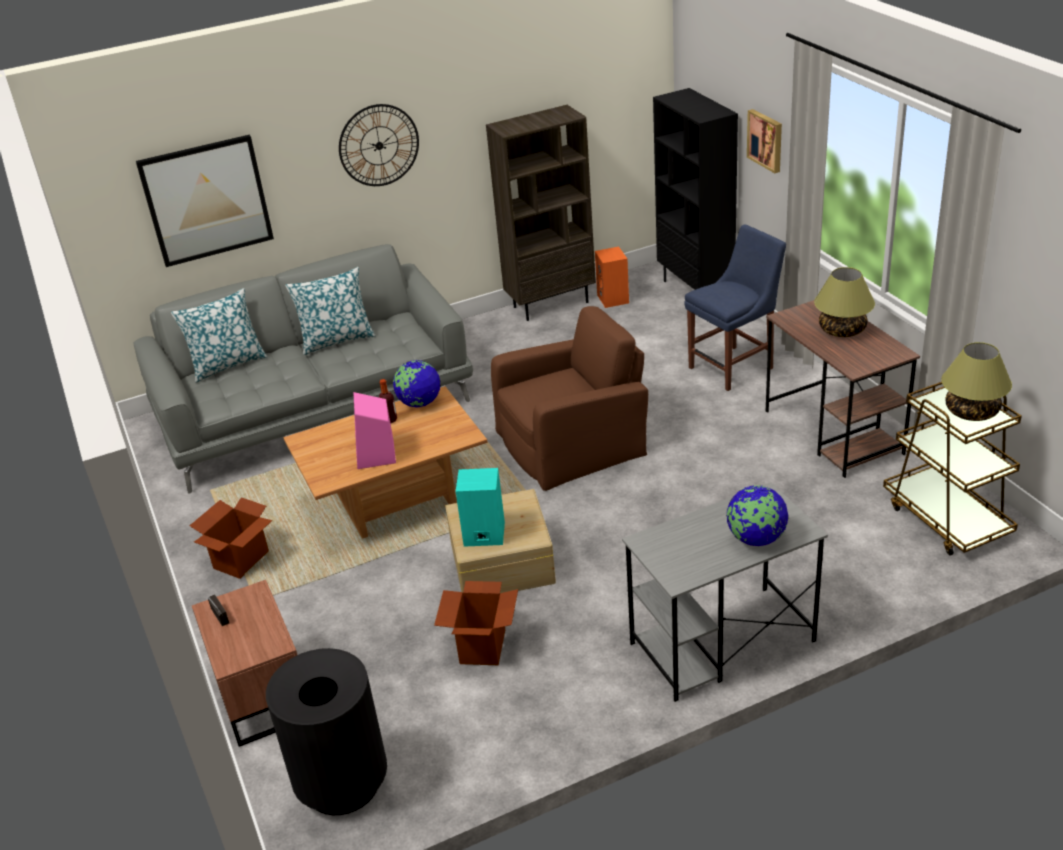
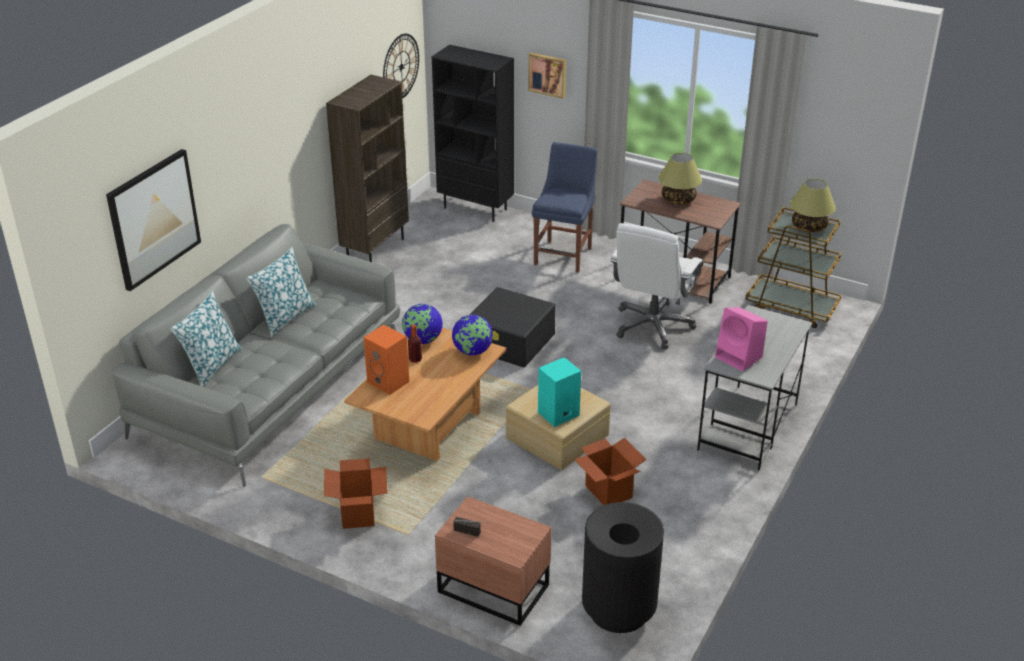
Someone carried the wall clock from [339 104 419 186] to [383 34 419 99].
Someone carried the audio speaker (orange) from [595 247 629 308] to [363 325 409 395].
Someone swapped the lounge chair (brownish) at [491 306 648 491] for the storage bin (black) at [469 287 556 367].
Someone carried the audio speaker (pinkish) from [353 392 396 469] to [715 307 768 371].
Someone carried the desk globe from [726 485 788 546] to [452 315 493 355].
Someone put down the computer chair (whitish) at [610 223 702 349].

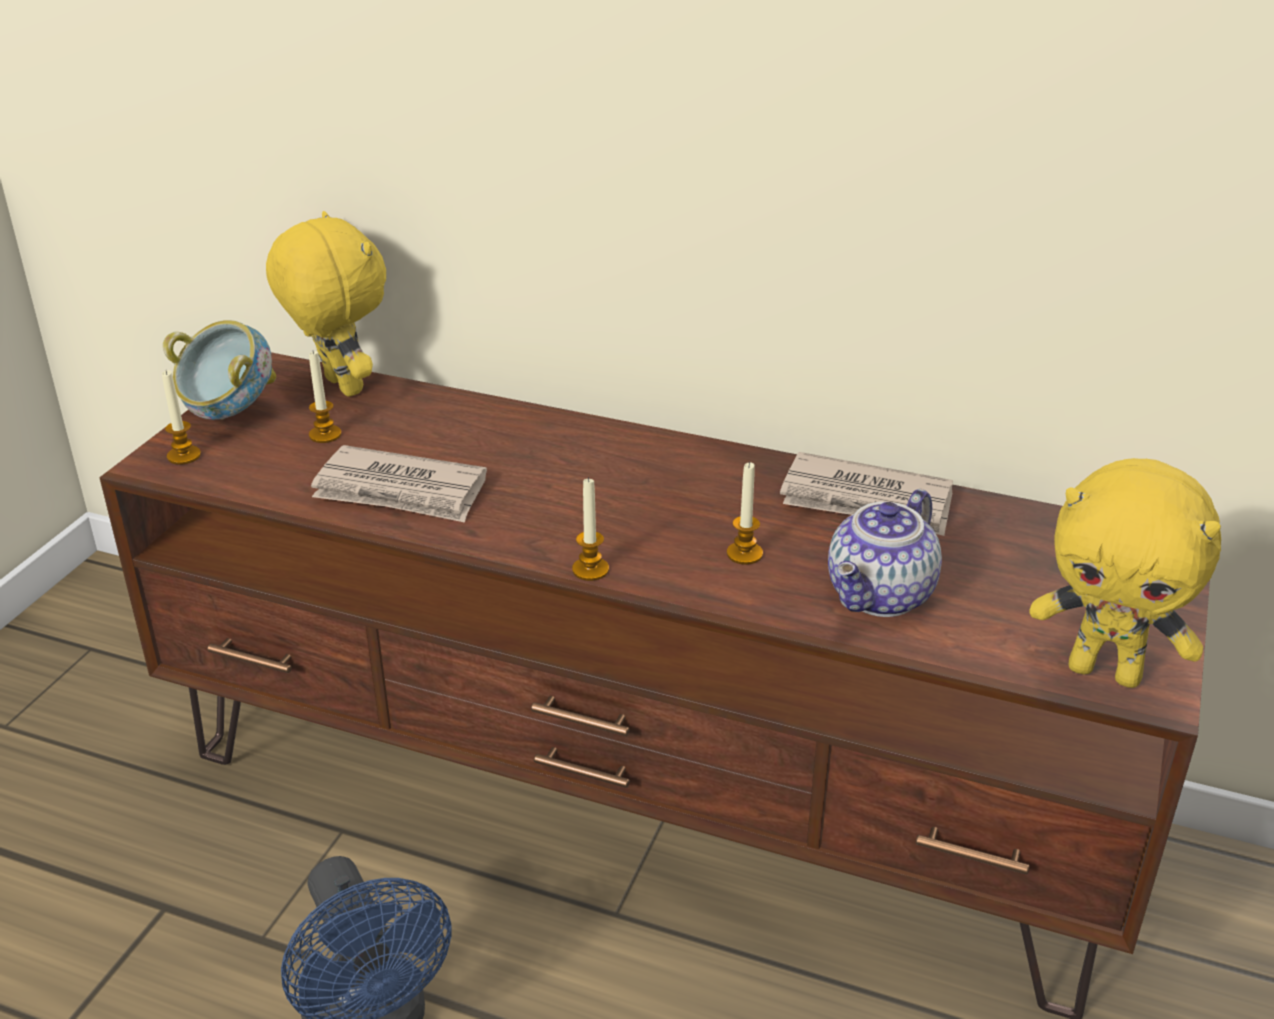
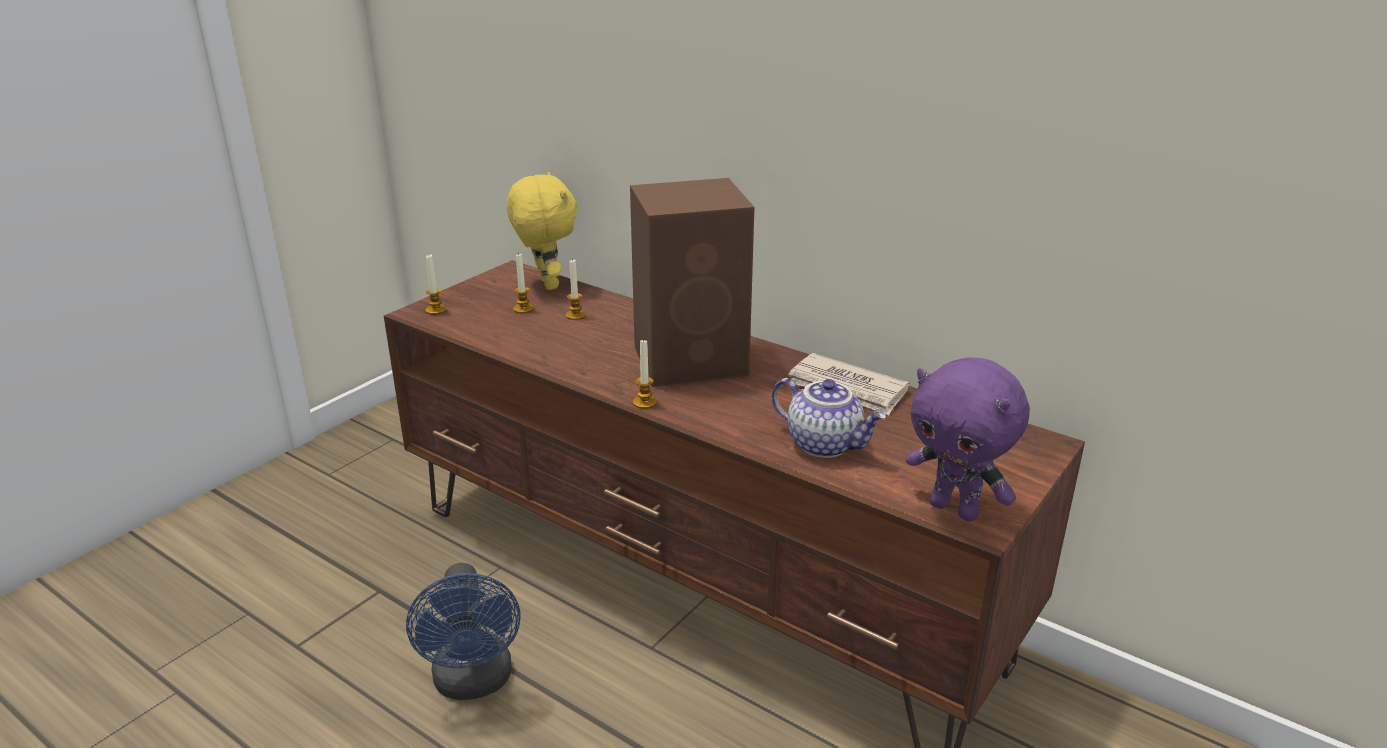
Someone took away the serving bowl at [163 320 276 420].
Someone took away the daily paper at [311 445 487 523].
Someone repainted the cuddly toy (yellowish) at [1029 458 1221 688], which became the cuddly toy (purplish) at [906 357 1030 522].
Someone carried the candle from [727 462 763 565] to [566 258 586 320].
Someone rotated the pot for tea at [828 489 942 617] by 105 degrees counterclockwise.
Someone put down the audio speaker (brownish) at [630 178 754 387].

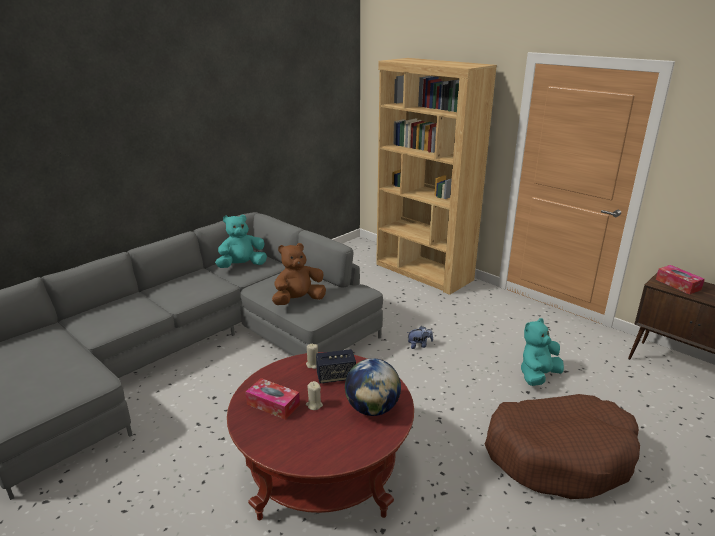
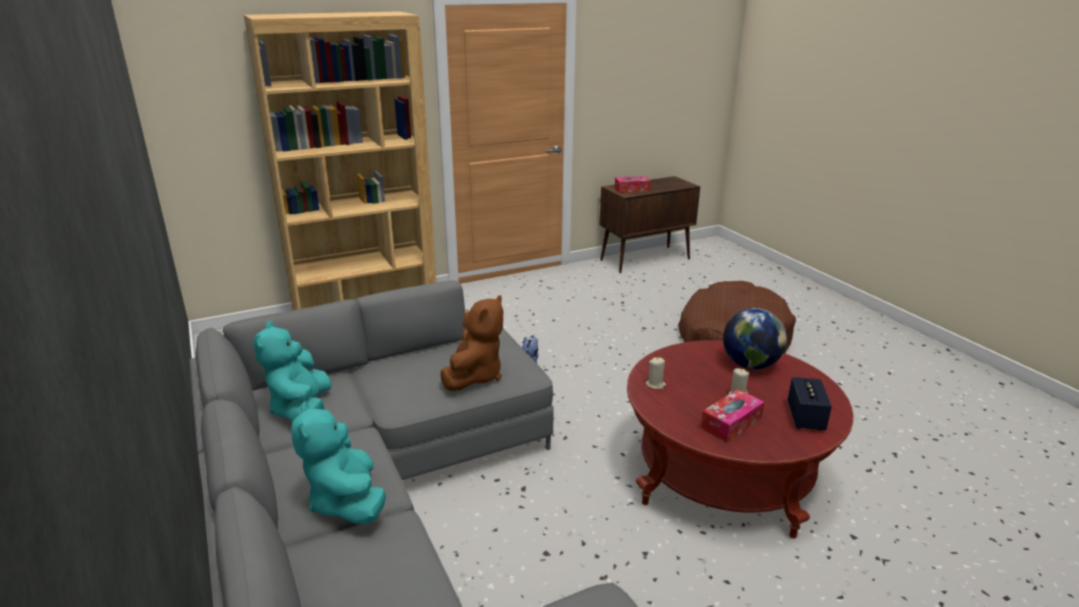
Someone rotated the cuddly toy (brownish) at [272 243 326 305] by 150 degrees counterclockwise.
Someone carried the cuddly toy (blue-green) from [521 318 564 386] to [291 402 386 524].
Someone carried the audio speaker from [316 349 356 384] to [787 377 832 431].

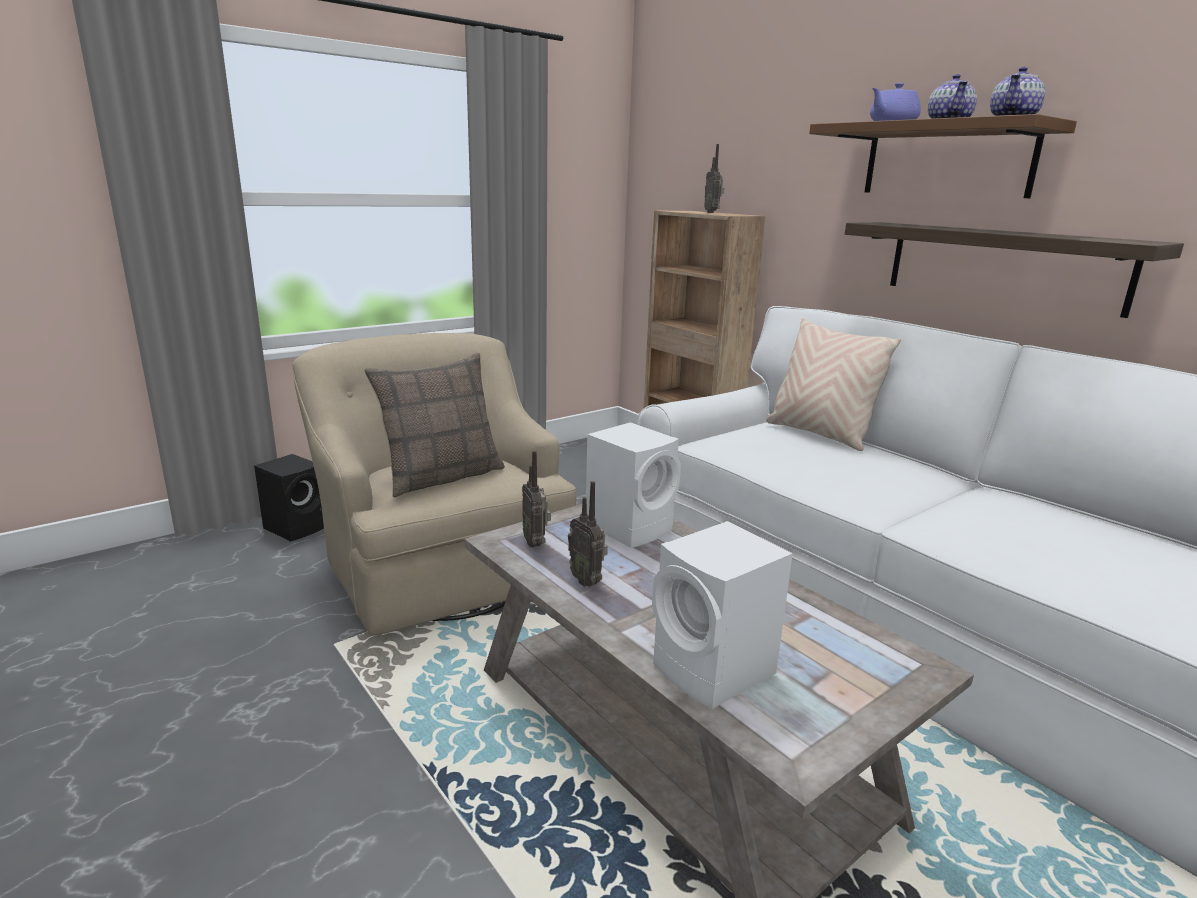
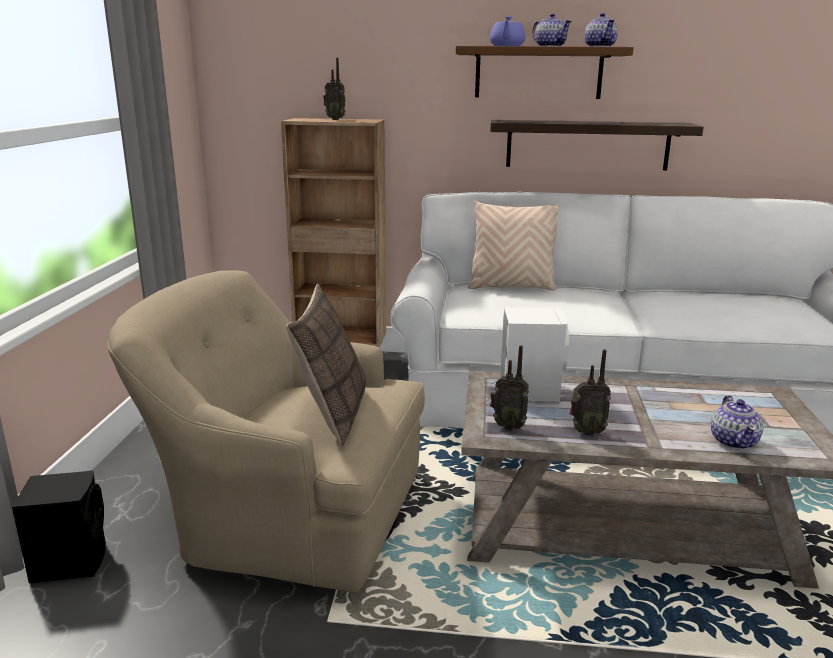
Someone swapped the audio speaker (whitish) at [652 521 793 709] for the pot for tea at [711 395 764 450].

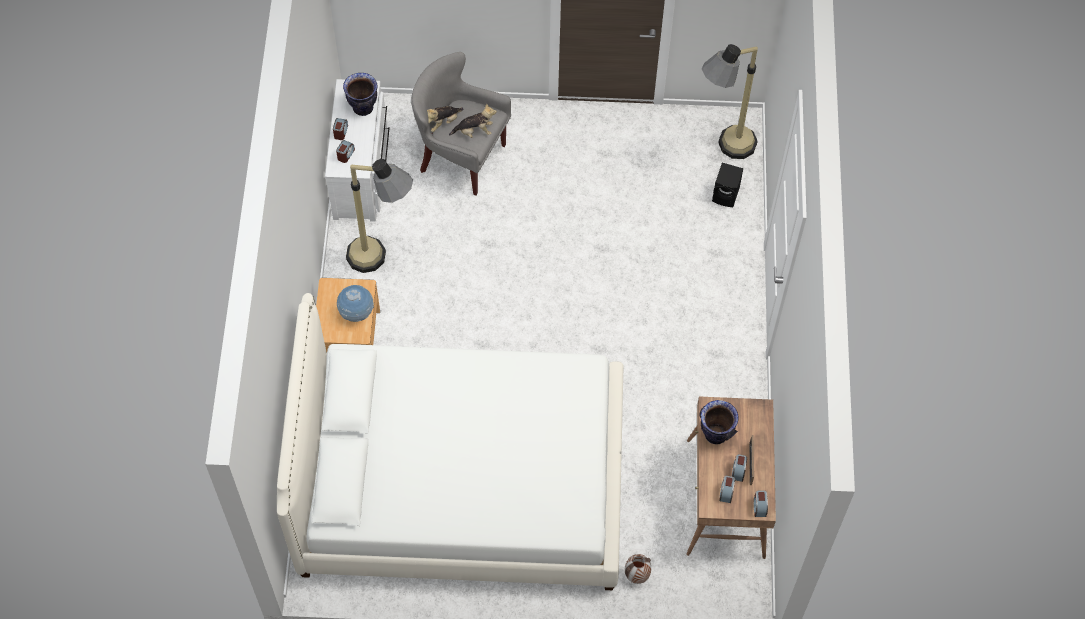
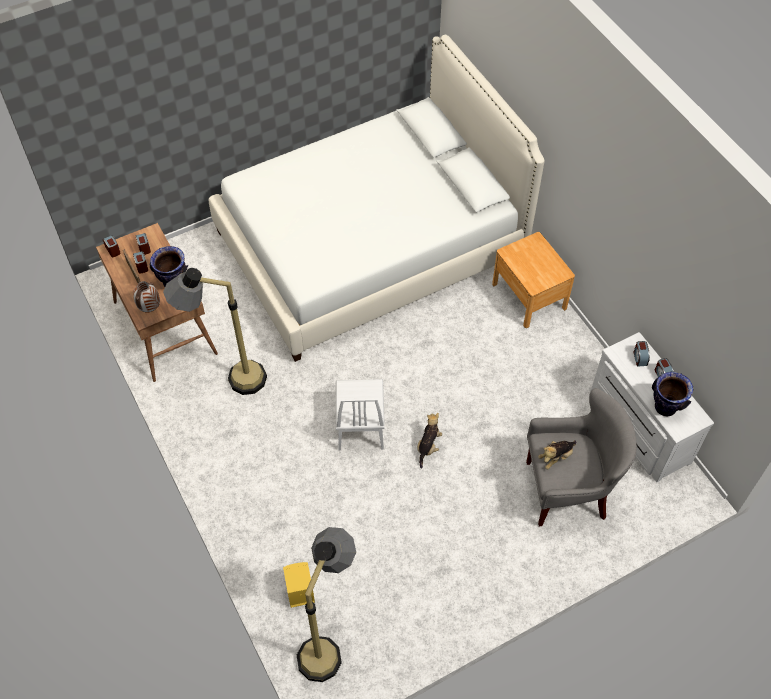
Someone carried the cuddly toy from [427 106 463 132] to [417 413 442 468].
Someone carried the standard lamp from [346 159 413 273] to [163 268 267 395].
Someone repainted the audio speaker (black) at [712 163 743 207], which became the audio speaker (yellowish) at [283 562 315 608].
Someone took away the desk globe at [337 285 374 322].
Someone carried the vase from [625 554 651 584] to [133 281 160 312].
Someone put down the upright chair (whitish) at [336 379 385 451].

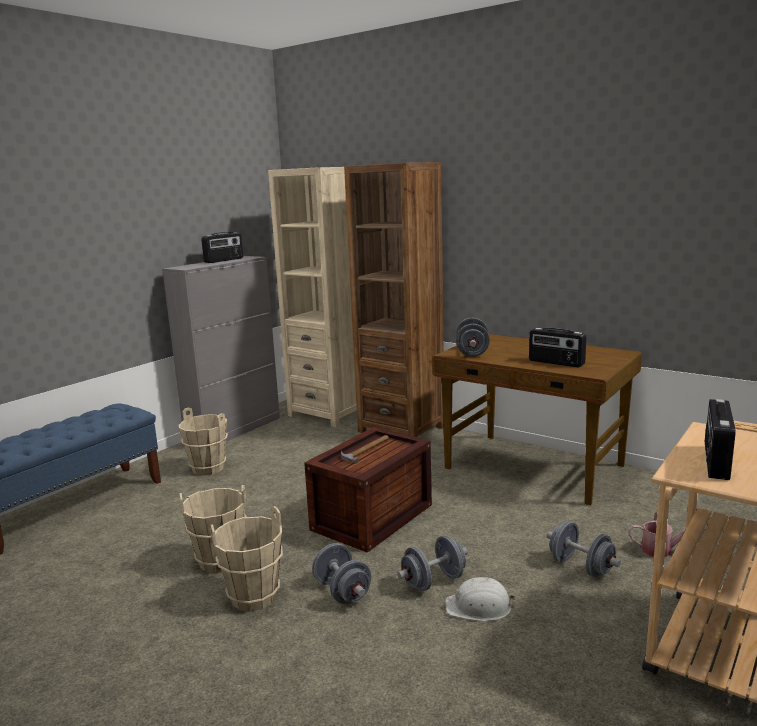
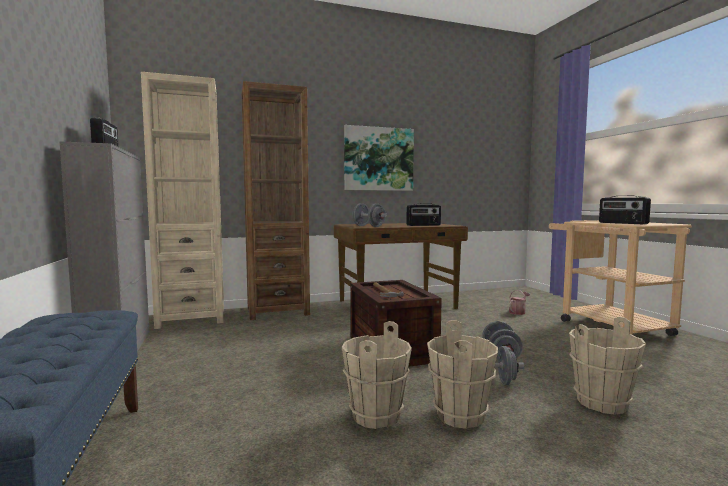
Someone carried the bucket (beige) from [178 408 228 475] to [569 317 646 414].
Someone took away the free weight (grey) at [547 521 621 577].
Someone took away the safety helmet (whitish) at [445 577 515 621].
Someone put up the picture at [344 125 414 191].

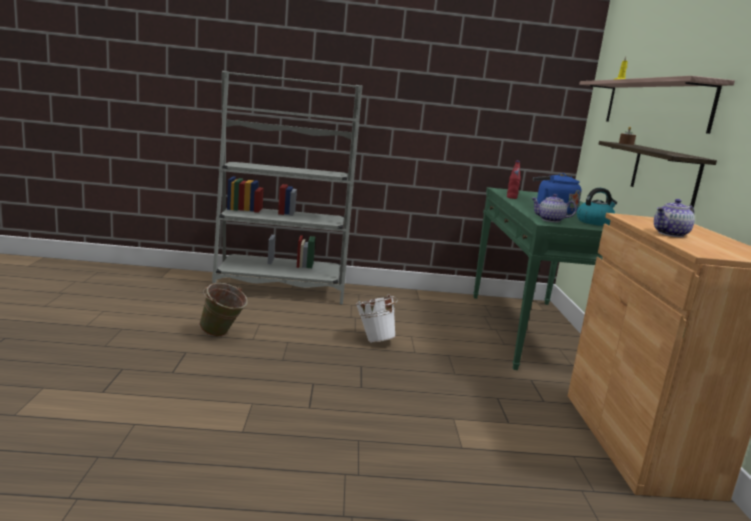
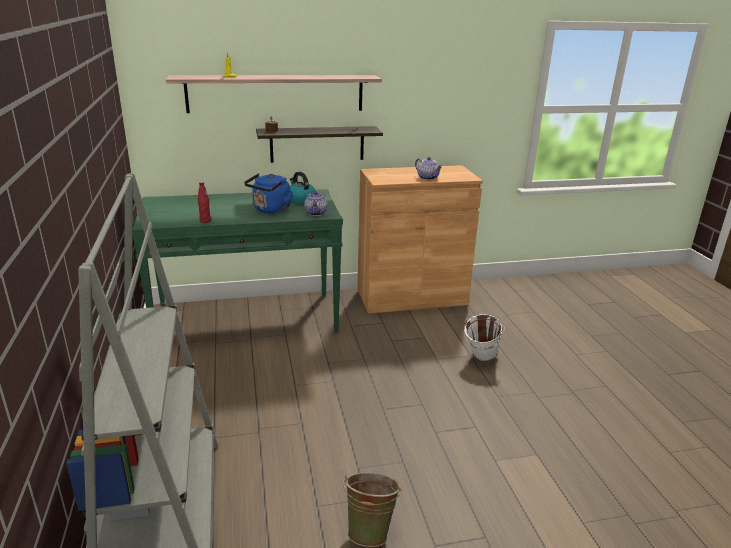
Someone carried the bucket (whitish) from [355 294 397 342] to [464 314 504 361].

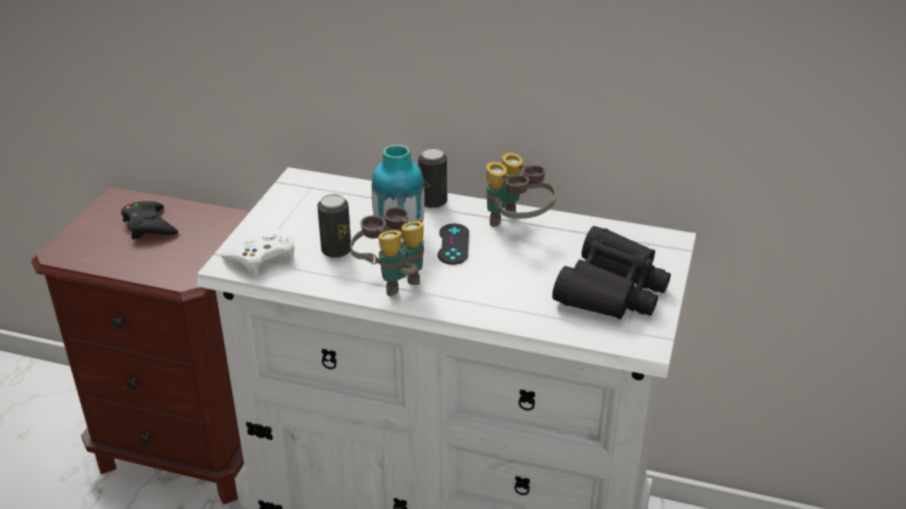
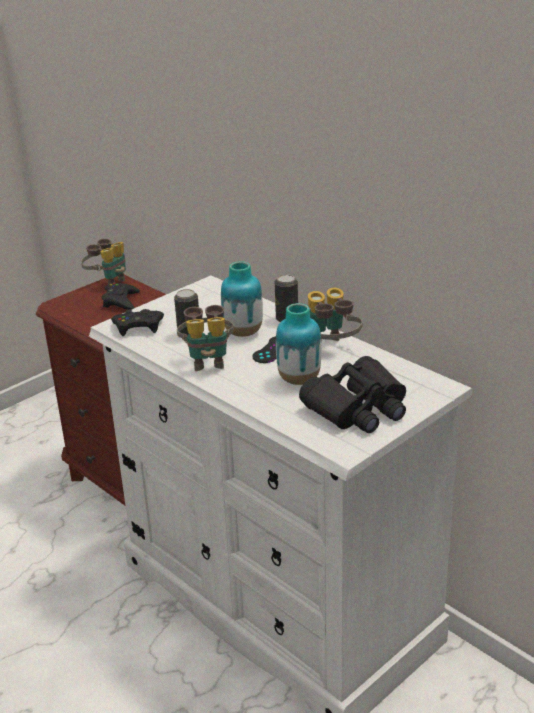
Someone repainted the joypad (whitish) at [221 230 294 275], which became the joypad (black) at [111 309 164 336].
Someone put down the binoculars at [81 239 126 284].
Someone put down the vase at [276 303 321 385].

